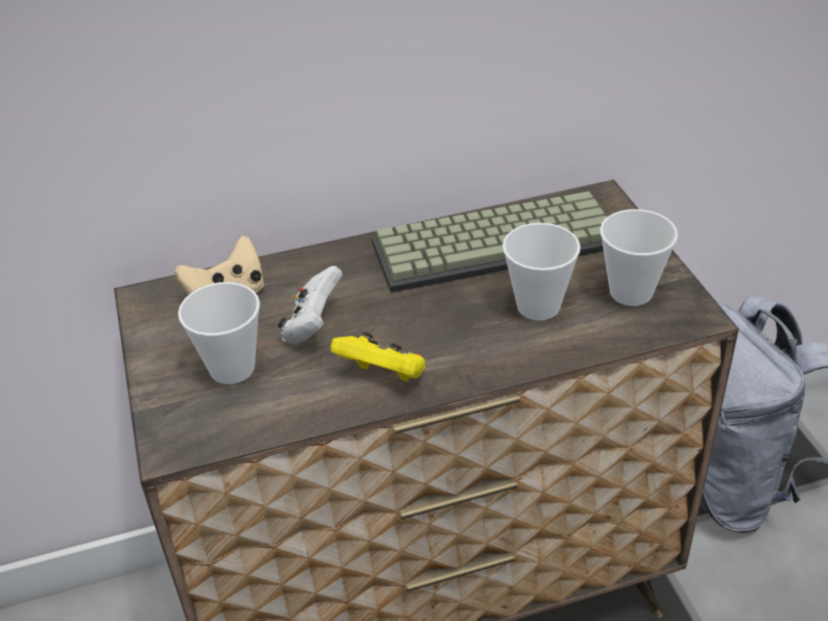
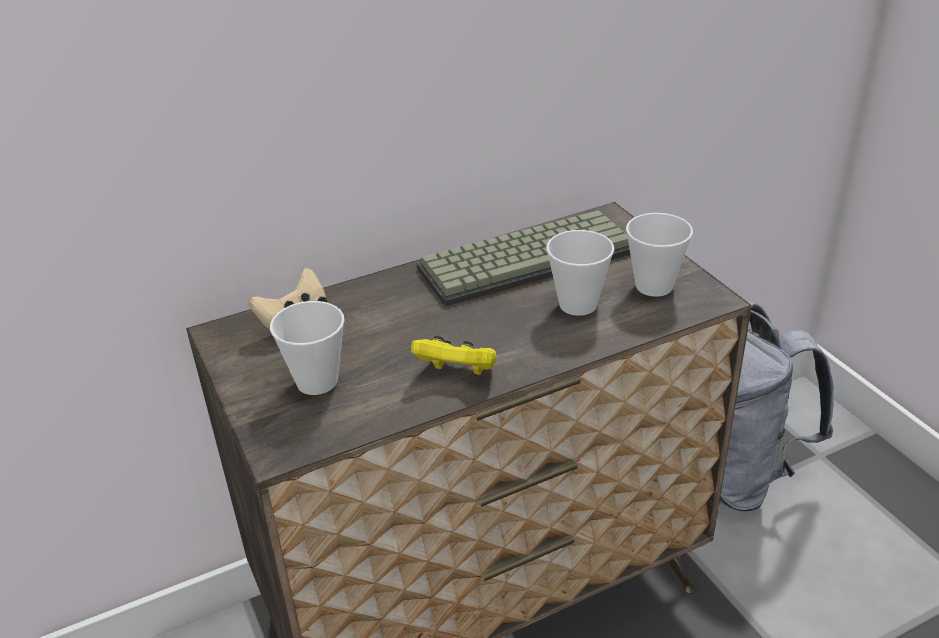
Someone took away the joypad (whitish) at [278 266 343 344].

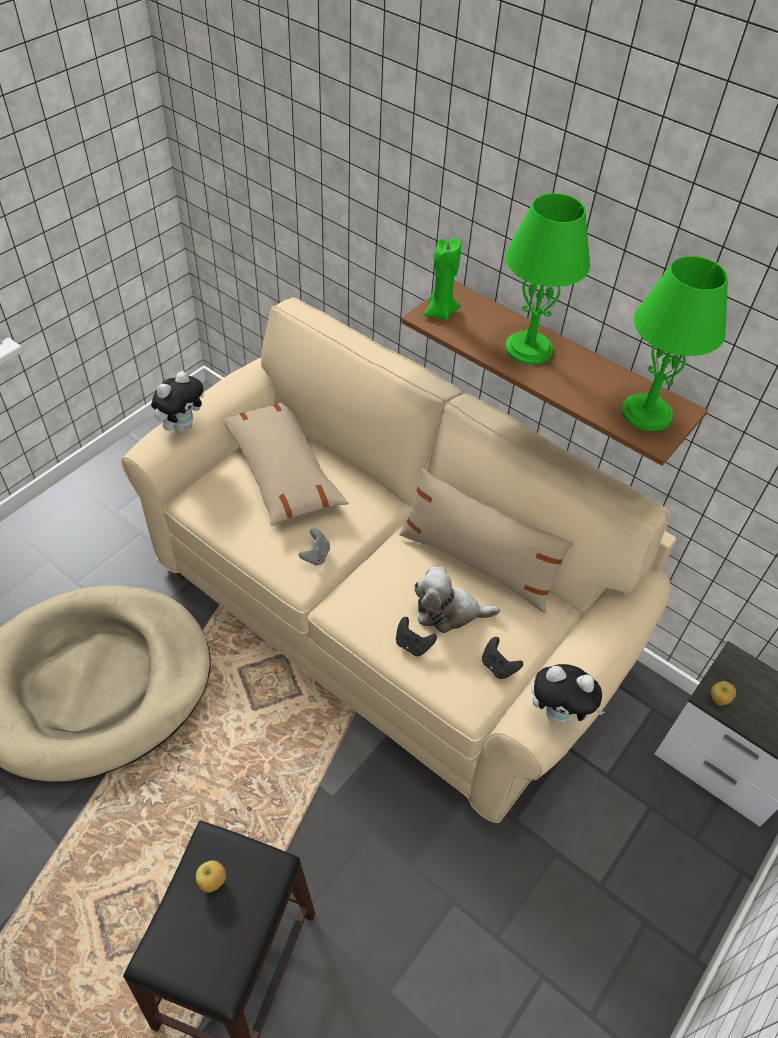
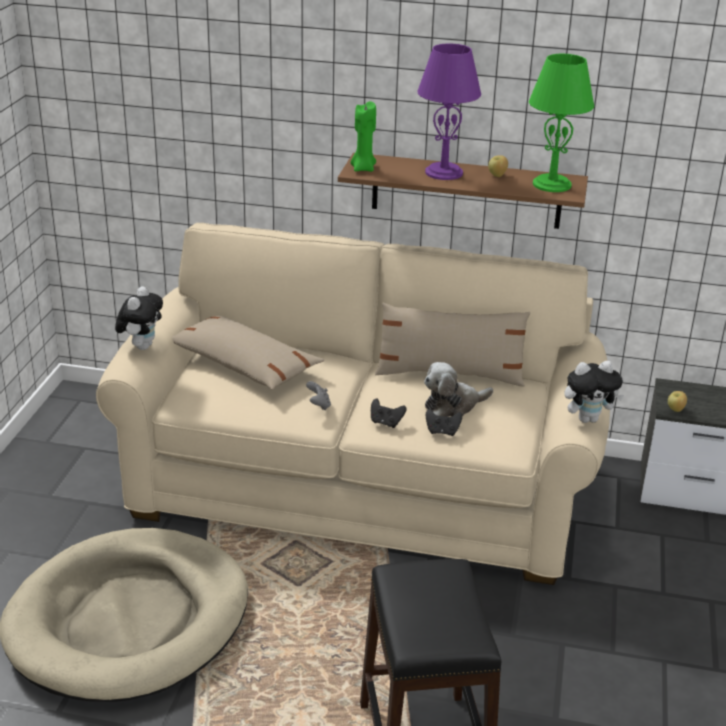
Someone repainted the tabletop lamp (greenish) at [505 193 590 364], which became the tabletop lamp (purplish) at [417 43 481 180].
Someone carried the joypad (black) from [482 637 523 679] to [371 398 406 428].
Someone carried the apple fruit from [196 860 226 893] to [488 155 508 177].

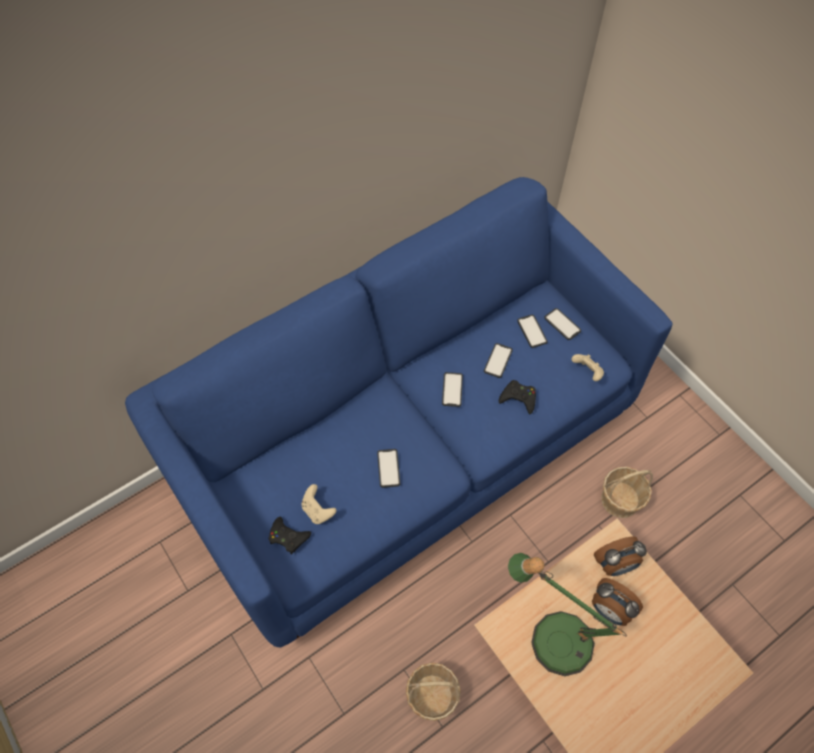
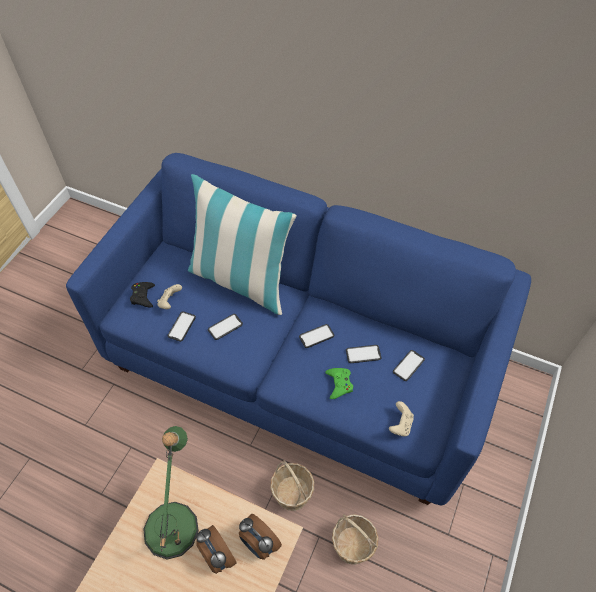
Someone carried the handset from [544 308 581 340] to [168 311 196 342].
Someone repainted the joypad (black) at [499 380 536 414], which became the joypad (greenish) at [325 368 353 399].
Someone rotated the alarm clock at [592 578 643 626] by 45 degrees counterclockwise.
Someone carried the basket from [406 663 461 721] to [270 460 314 511].
Someone put down the cushion at [188 174 296 315].

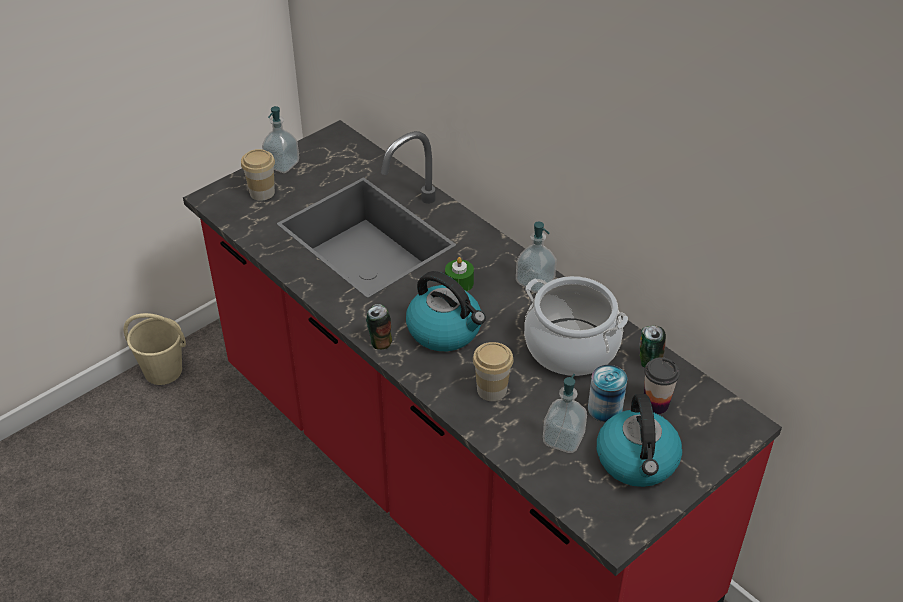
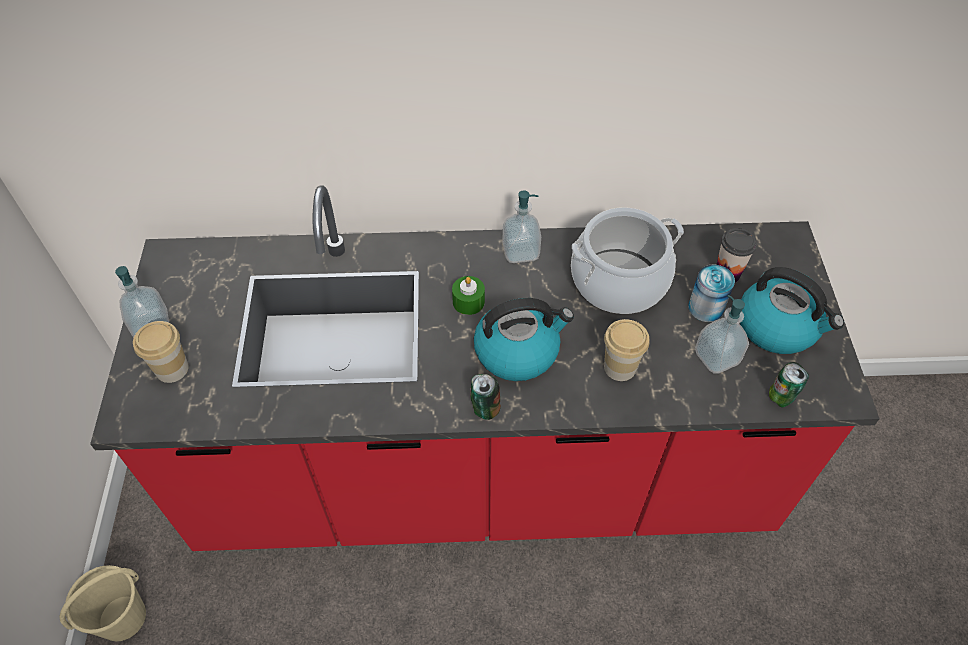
Someone carried the can from [640 325 666 367] to [769 362 809 408].

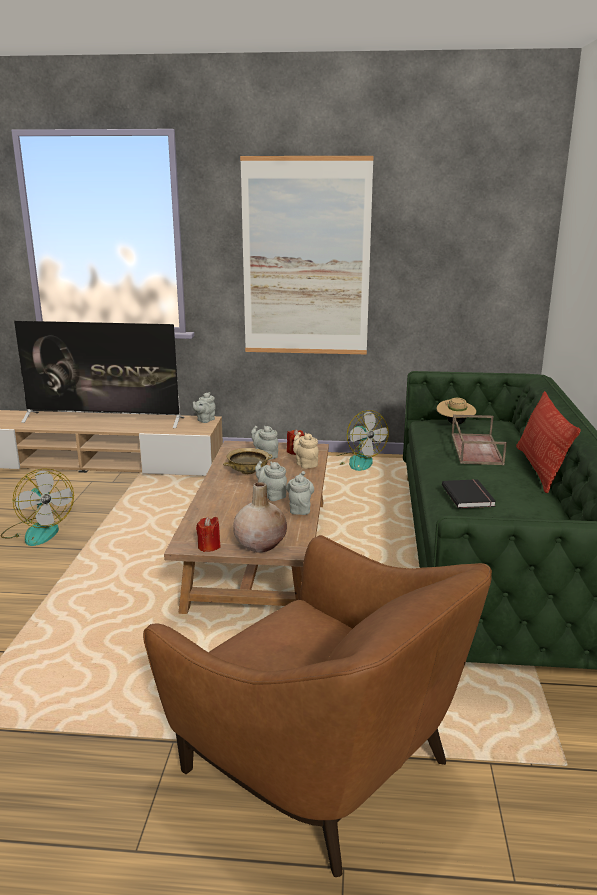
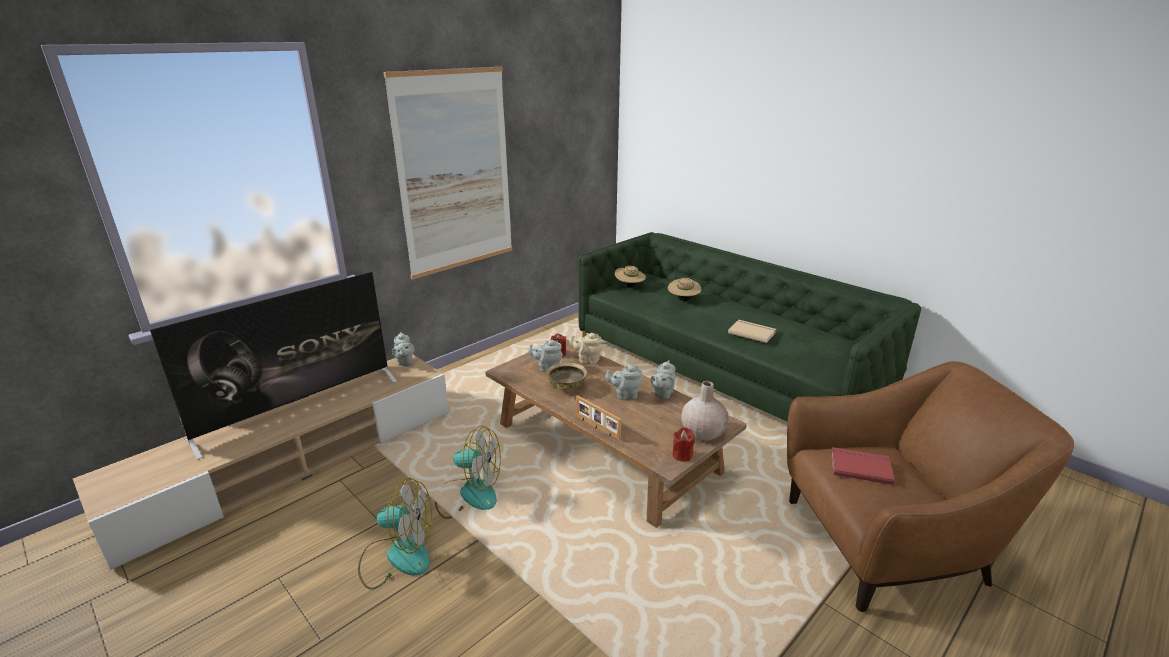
Someone took away the cushion at [516 391 581 493].
Someone carried the electric fan from [337 410 389 471] to [435 426 501 519].
Someone swapped the serving tray (brownish) at [451 414 507 465] for the clothing hat (beige) at [668 278 702 301].
Someone rotated the pot for tea (grey) at [286 471 314 515] by 105 degrees counterclockwise.
Someone repainted the book (black) at [442 479 496 508], which became the book (beige) at [728 320 776 343].
Someone put down the picture frame at [576 395 621 441].
Someone put down the book (reddish) at [831 447 895 485].

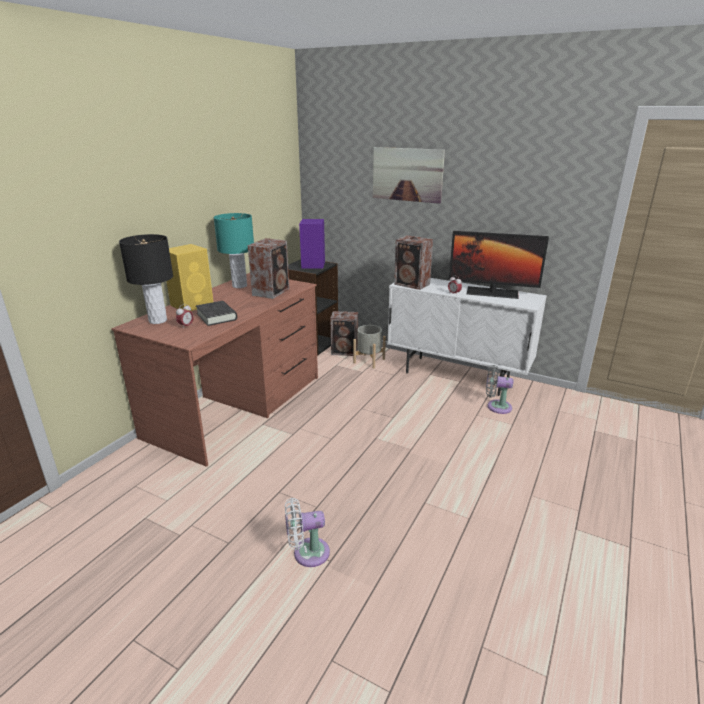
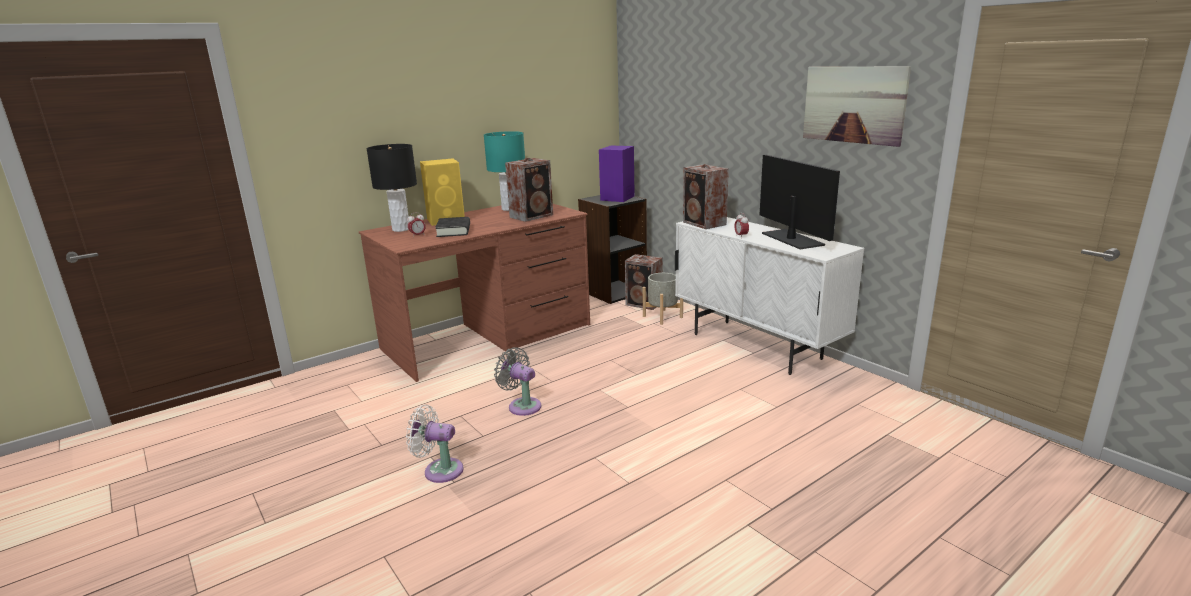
Someone carried the picture from [373 147 445 204] to [803 66 911 147].
Someone rotated the computer screen at [449 231 549 299] by 150 degrees counterclockwise.
Someone carried the electric fan (grey) from [486 365 513 414] to [494 347 541 416].

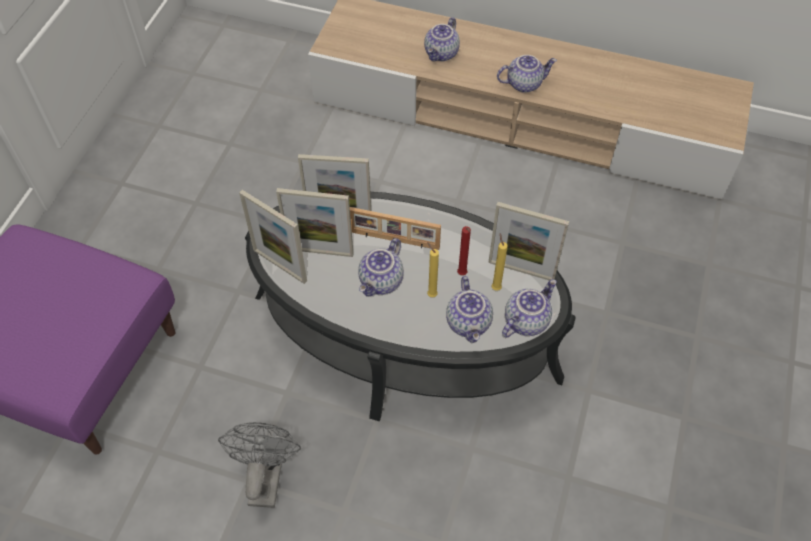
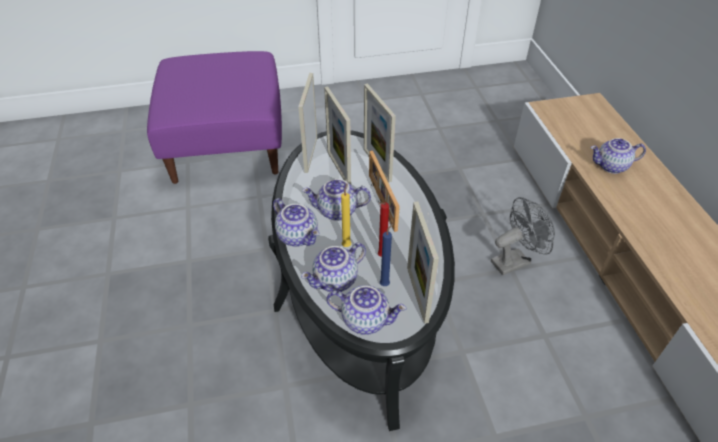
Someone carried the pot for tea from [497 55 557 93] to [273 198 319 246].
Someone repainted the candle (yellowish) at [492 233 508 291], which became the candle (bluish) at [380 223 393 286].
Someone carried the electric fan (grey) from [218 422 301 508] to [491 197 555 275].

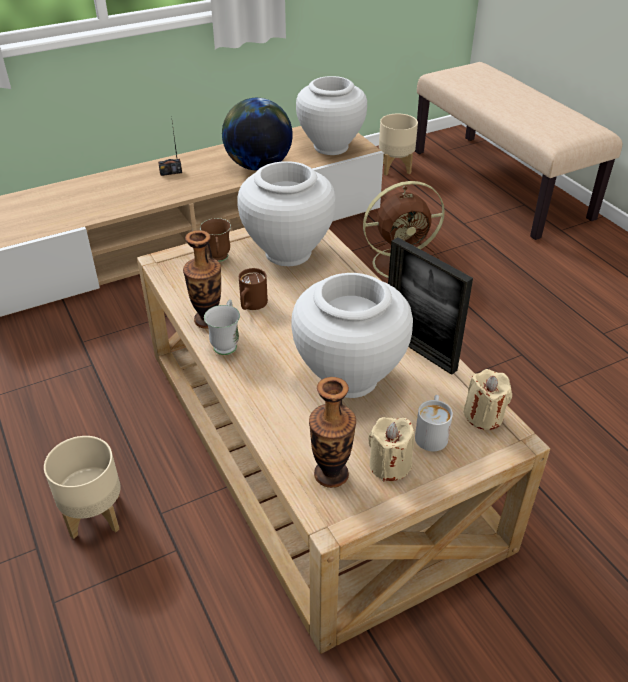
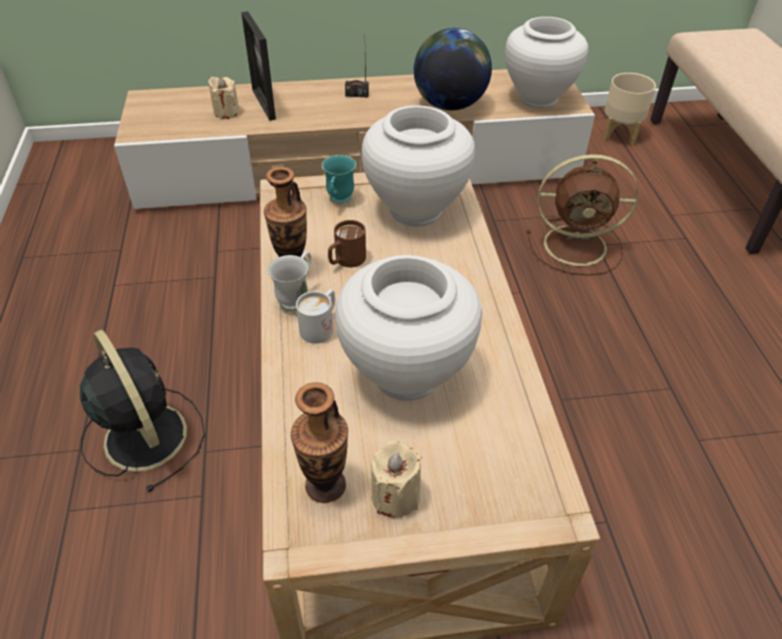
Someone repainted the tea mug (brownish) at [200 218 231 262], which became the tea mug (blue-green) at [322 155 356 204].
Someone carried the picture frame from [388 237 473 375] to [241 11 276 121].
Someone carried the candle (beige) from [463 369 512 430] to [208 77 240 119].
Someone carried the tea mug (whitish) from [415 395 453 451] to [296 289 335 344].
Someone swapped the planter (beige) at [44 436 121 539] for the electric fan (black) at [80 330 205 492].

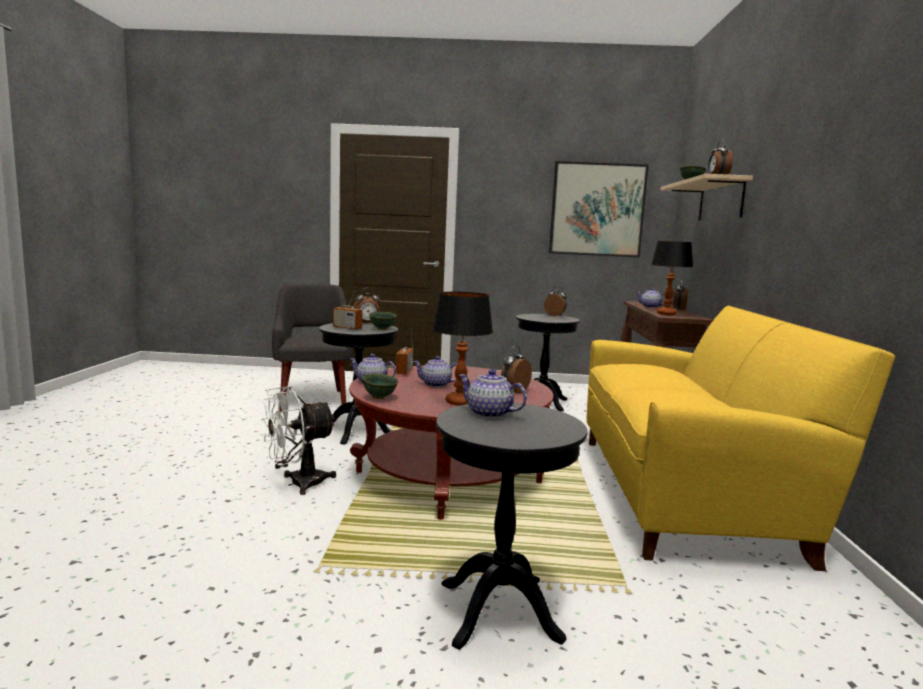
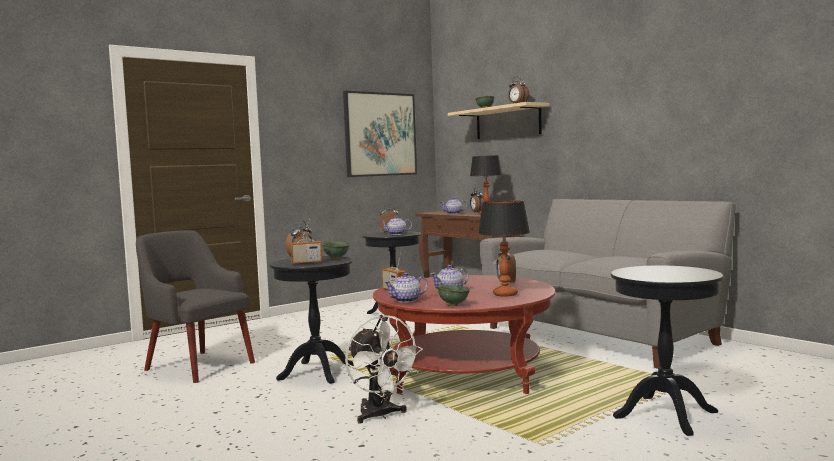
Someone repainted the couch (yellowish) at [586 305 895 571], which became the couch (grey) at [479 199 736 369].
Someone carried the pot for tea from [458 369 527 418] to [381 216 412 235].
Someone rotated the electric fan (whitish) at [261 386 337 495] by 45 degrees counterclockwise.

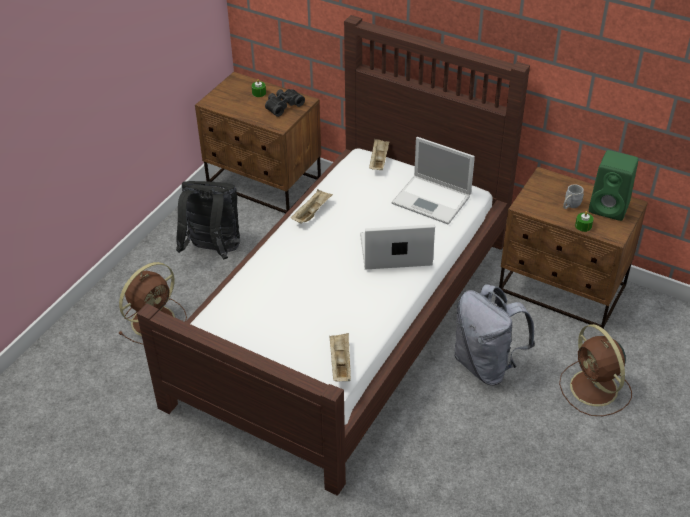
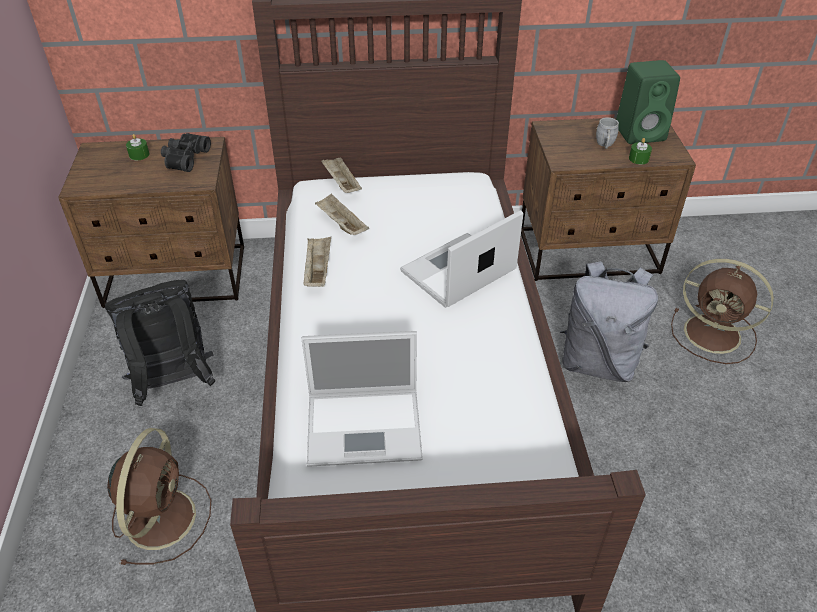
Someone carried the portable computer from [392 137 475 225] to [302 331 423 467].
Someone carried the serving tray (beige) from [329 333 351 381] to [315 193 369 235].

